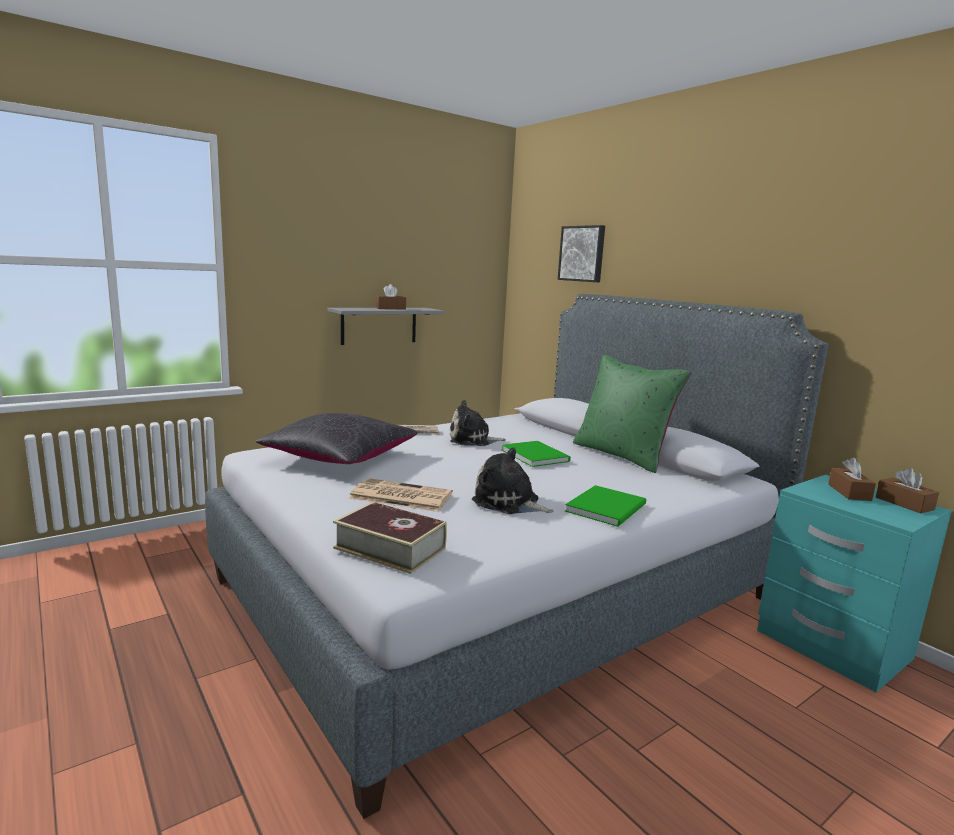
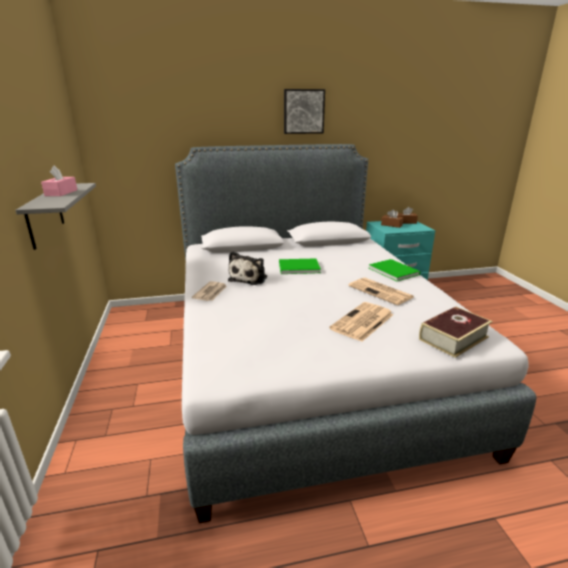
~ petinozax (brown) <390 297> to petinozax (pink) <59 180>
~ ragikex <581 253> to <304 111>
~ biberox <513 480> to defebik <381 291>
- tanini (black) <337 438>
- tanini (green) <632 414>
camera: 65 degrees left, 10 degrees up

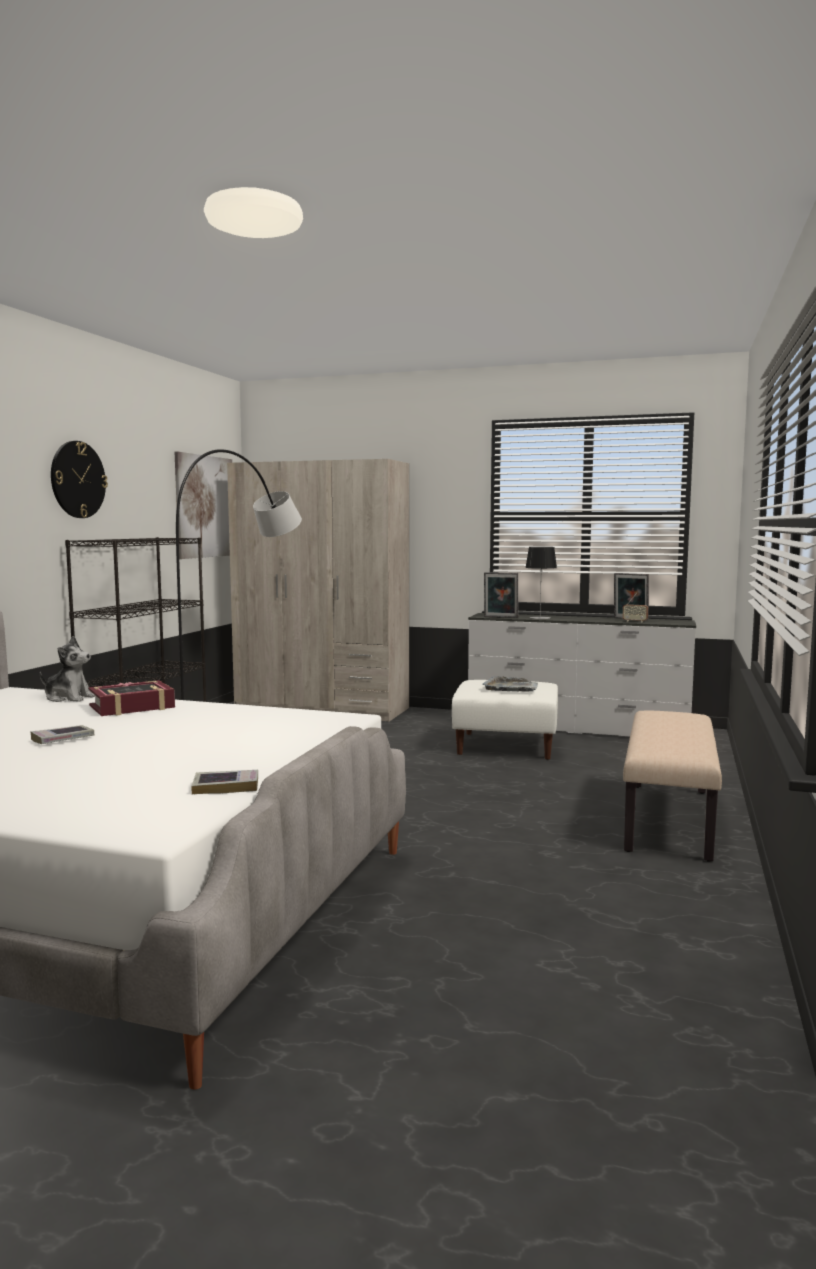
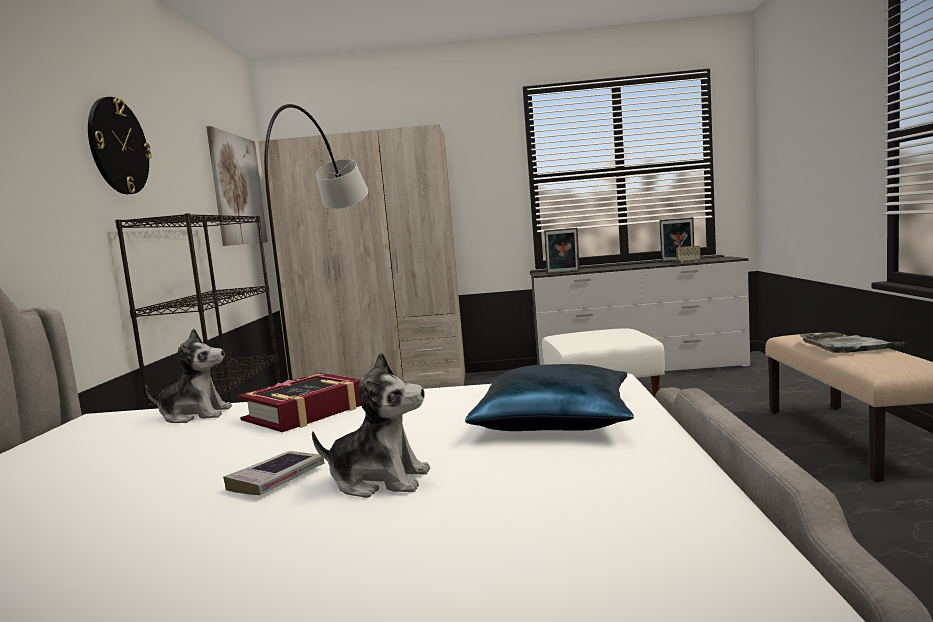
+ biberox <371 425>
+ tanini (blue) <549 397>
~ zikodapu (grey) <510 684> to <854 342>
- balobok <224 782>
- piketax <541 583>
camera: 15 degrees left, 0 degrees up

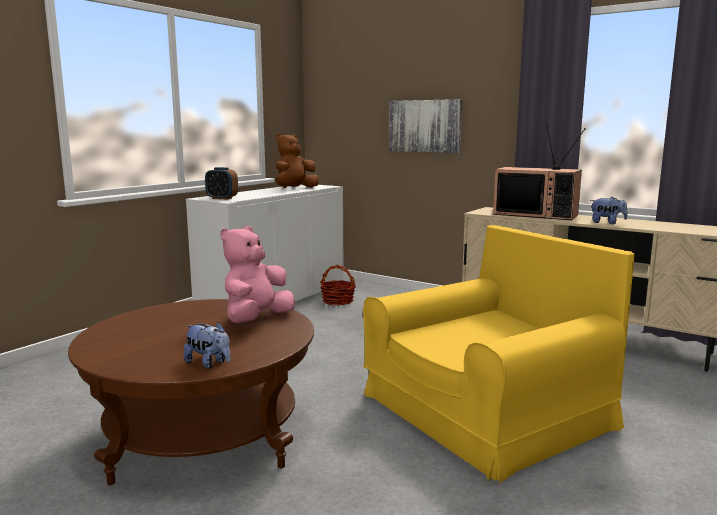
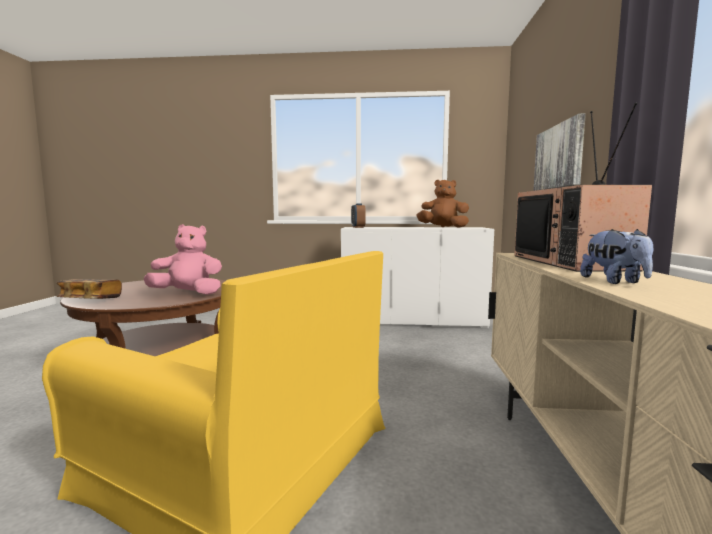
~ biberox <207 345> to balobok <89 289>
- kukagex <337 285>
camera: 60 degrees right, 5 degrees down

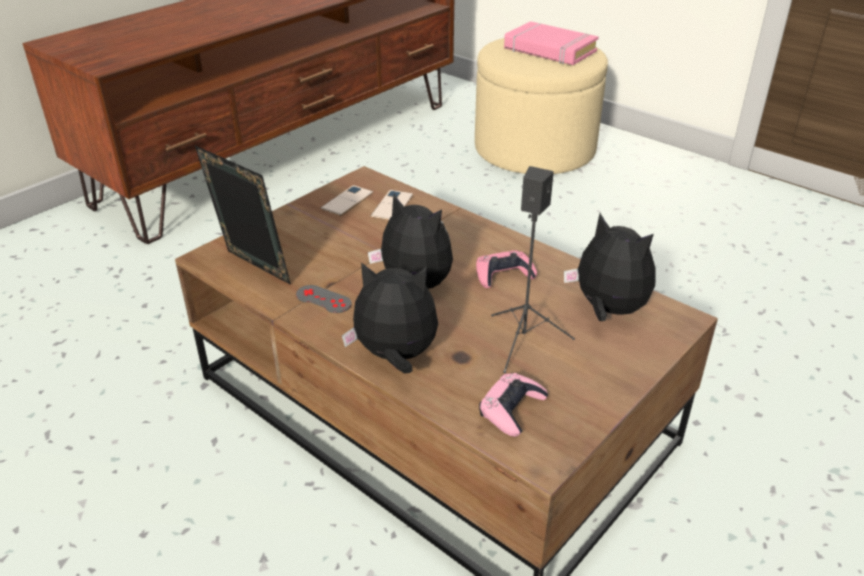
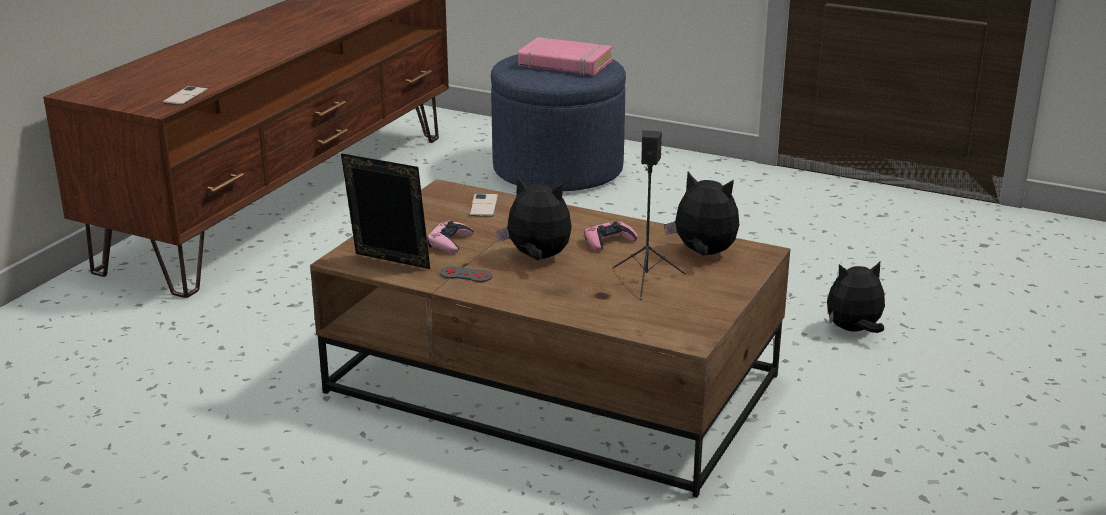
~ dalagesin <347 200> to <185 95>
~ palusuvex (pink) <513 405> to <450 237>
~ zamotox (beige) <541 106> to zamotox (blue) <558 122>
~ biberox <390 318> to <856 297>
camera: 15 degrees left, 10 degrees down

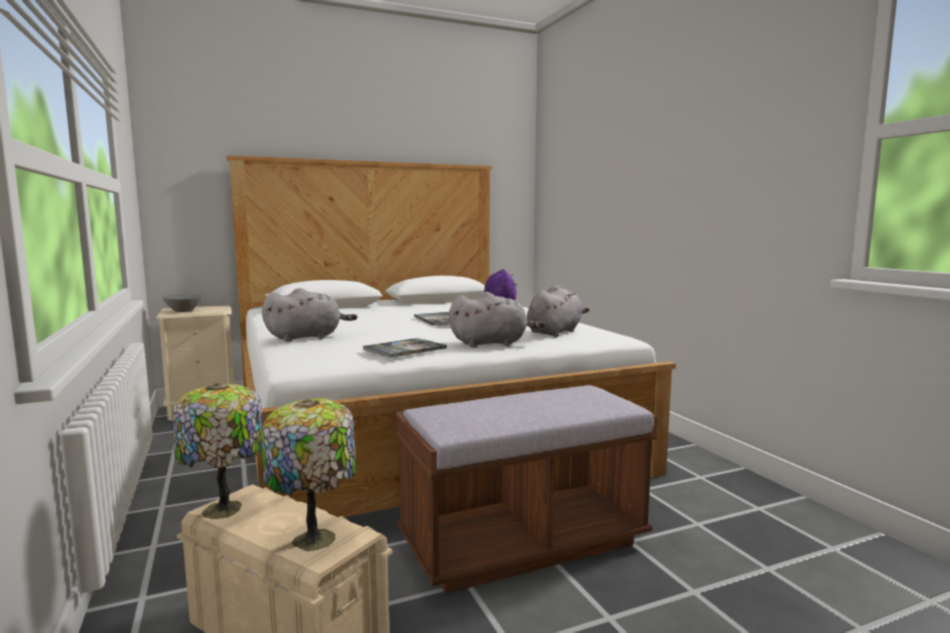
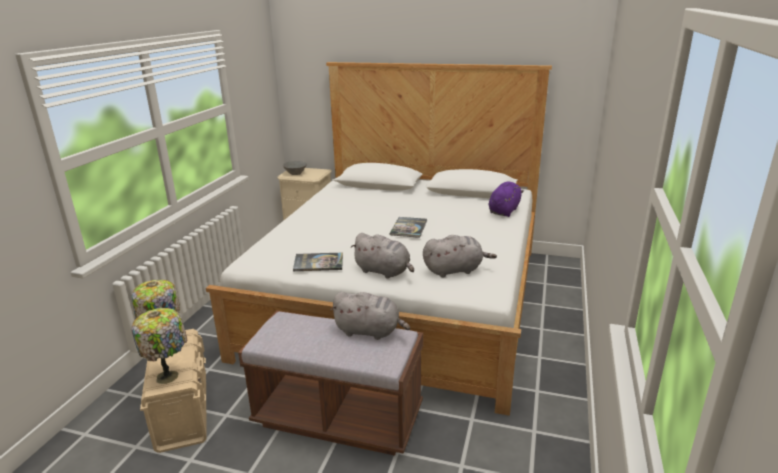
~ biberox (grey) <309 315> to <370 316>
camera: 40 degrees right, 15 degrees up

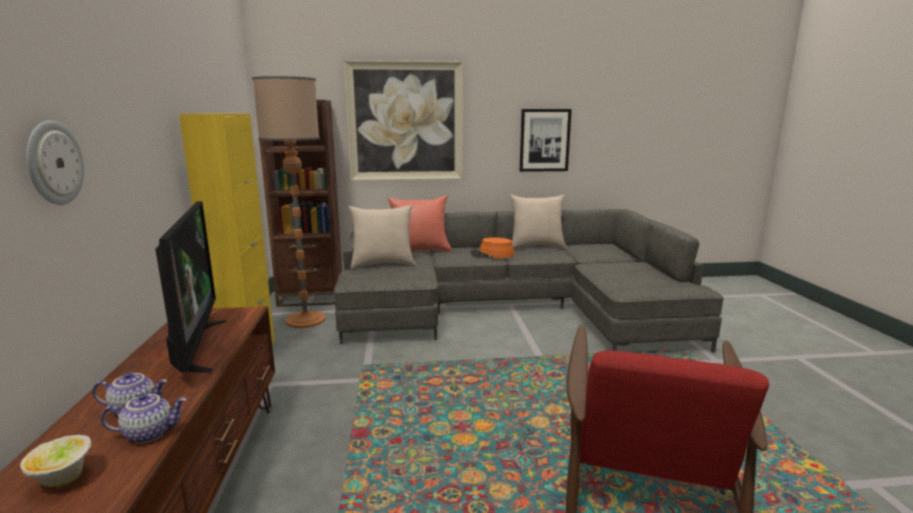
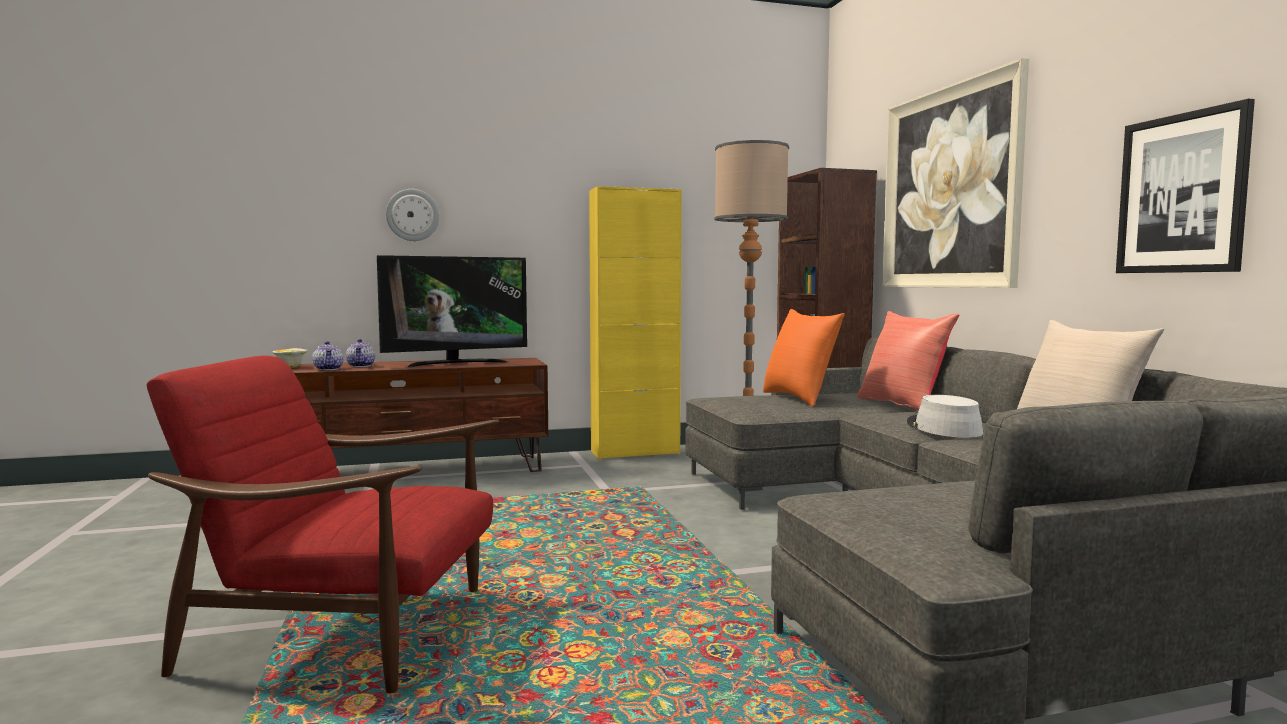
~ tanini (beige) <382 236> to tanini (orange) <804 358>
~ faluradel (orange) <492 247> to faluradel (grey) <945 416>
camera: 80 degrees right, 10 degrees down

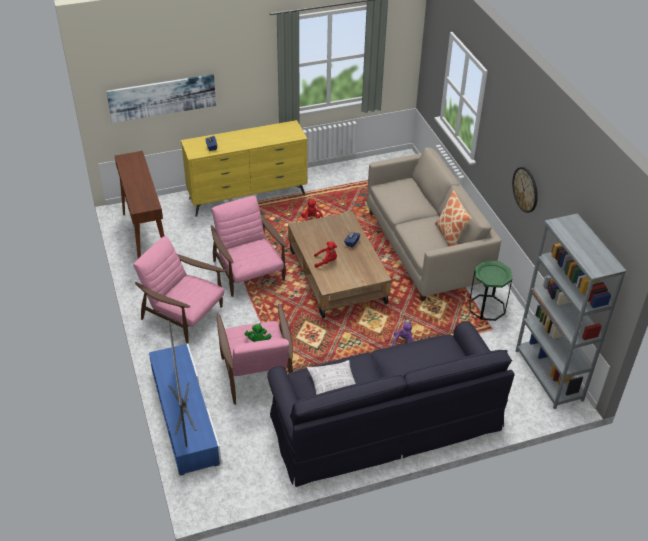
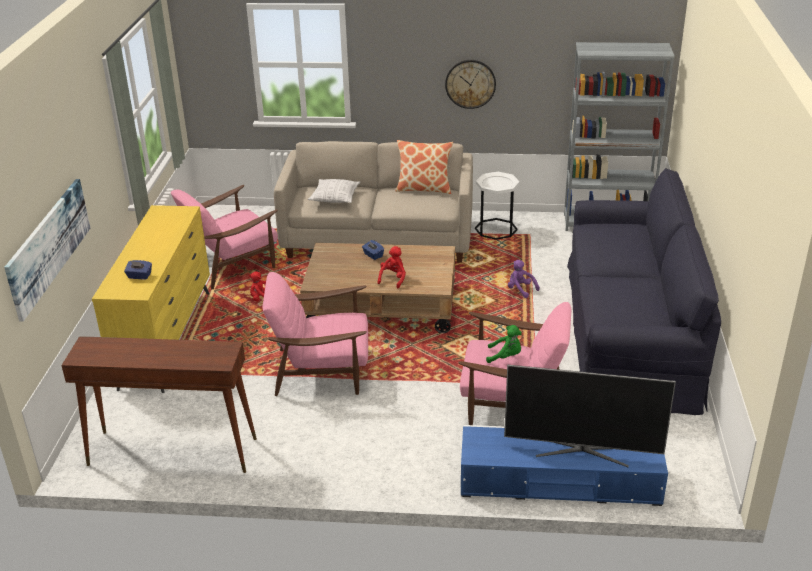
~ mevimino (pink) <179 289> to <224 237>
~ tanini <331 377> to <334 191>
~ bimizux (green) <490 291> to bimizux (white) <497 206>
camera: 65 degrees left, 10 degrees down

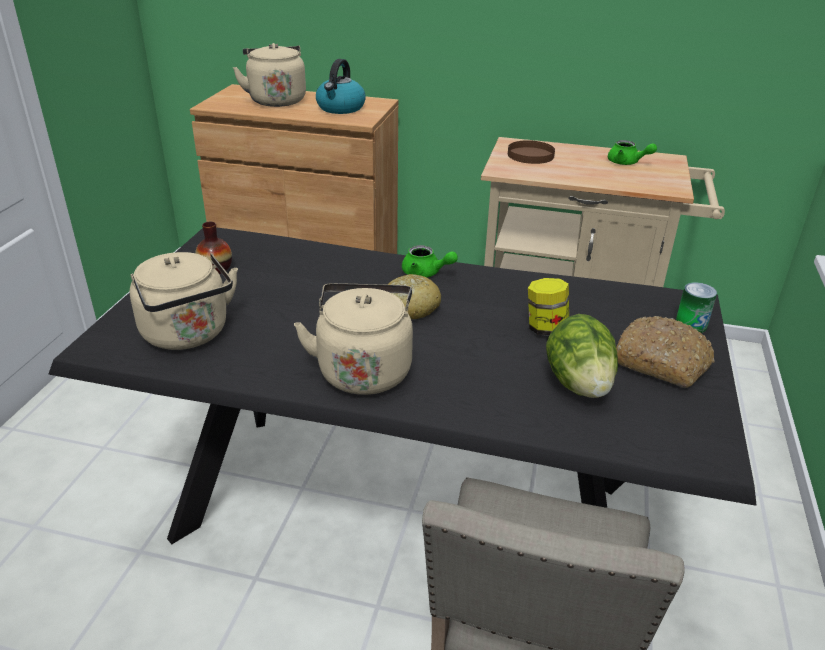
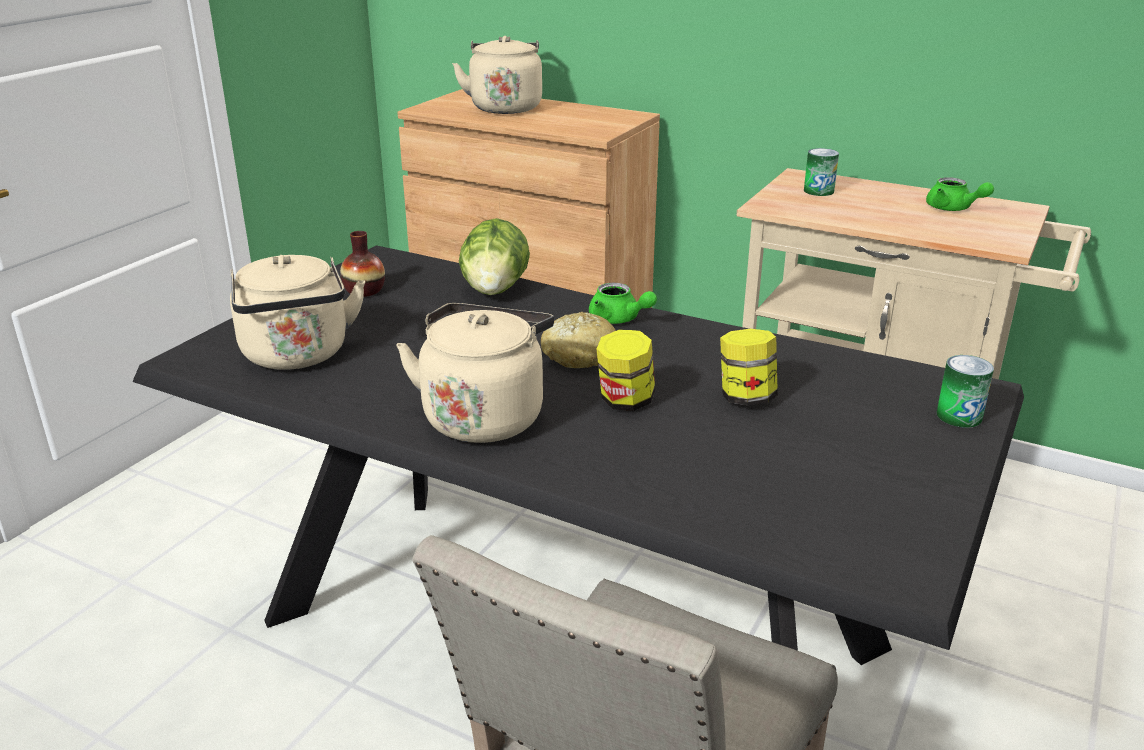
~ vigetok <582 356> to <494 256>
+ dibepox <625 370>
~ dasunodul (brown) <531 152> to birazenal <821 172>
- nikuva <341 86>
- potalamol <665 352>
camera: 15 degrees right, 5 degrees down

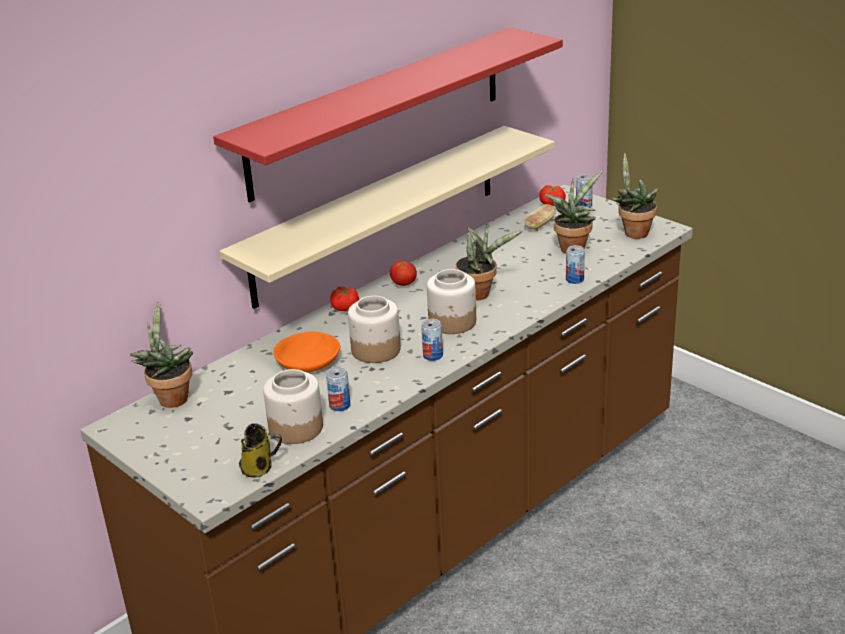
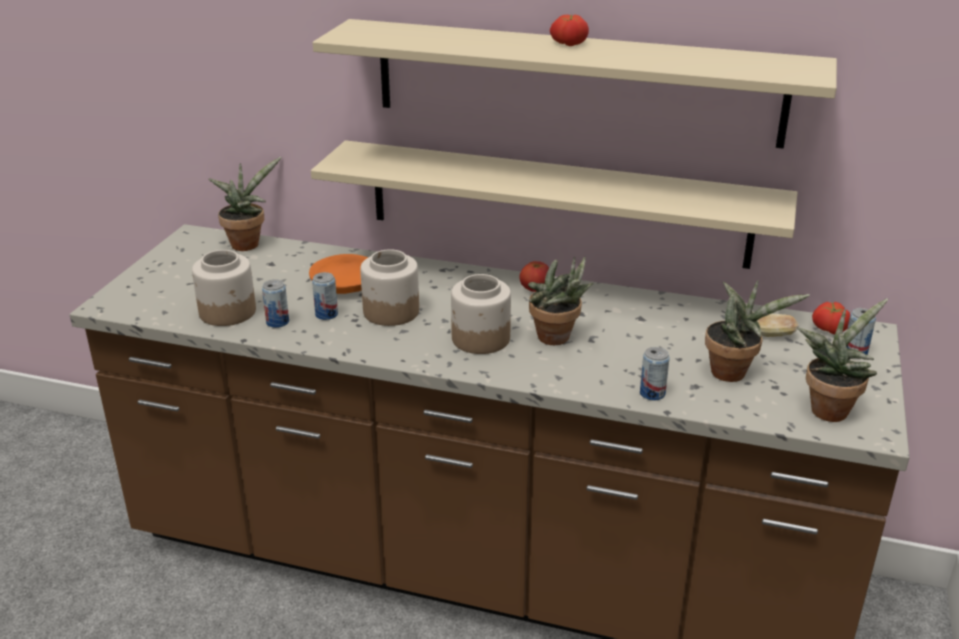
~ birazenal <432 340> to <325 296>
~ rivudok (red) <388 114> to rivudok (beige) <575 84>
~ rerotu <345 298> to <569 30>
- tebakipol <260 450>
camera: 60 degrees right, 0 degrees up

